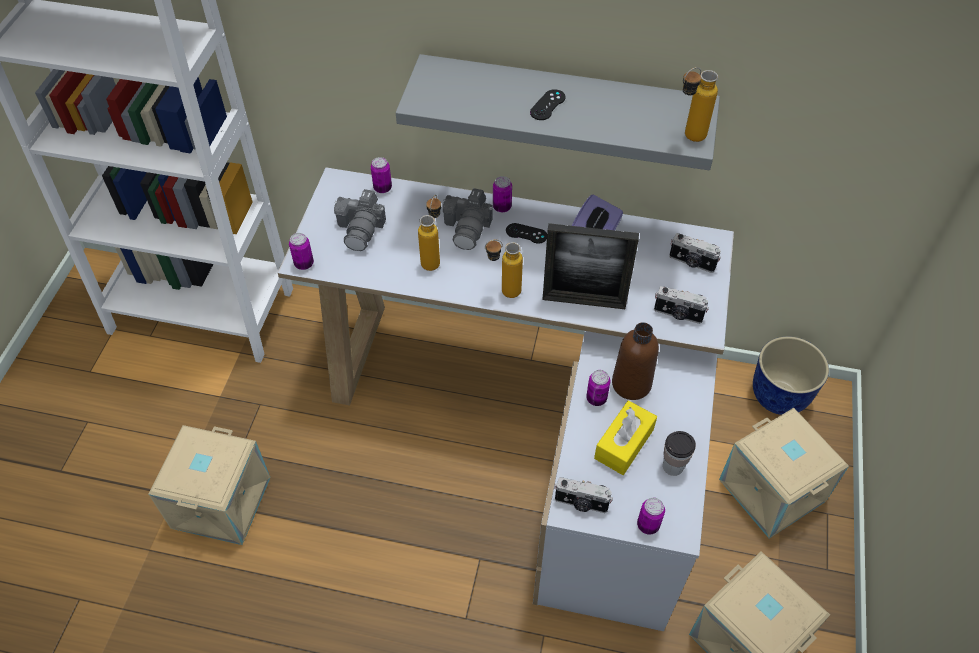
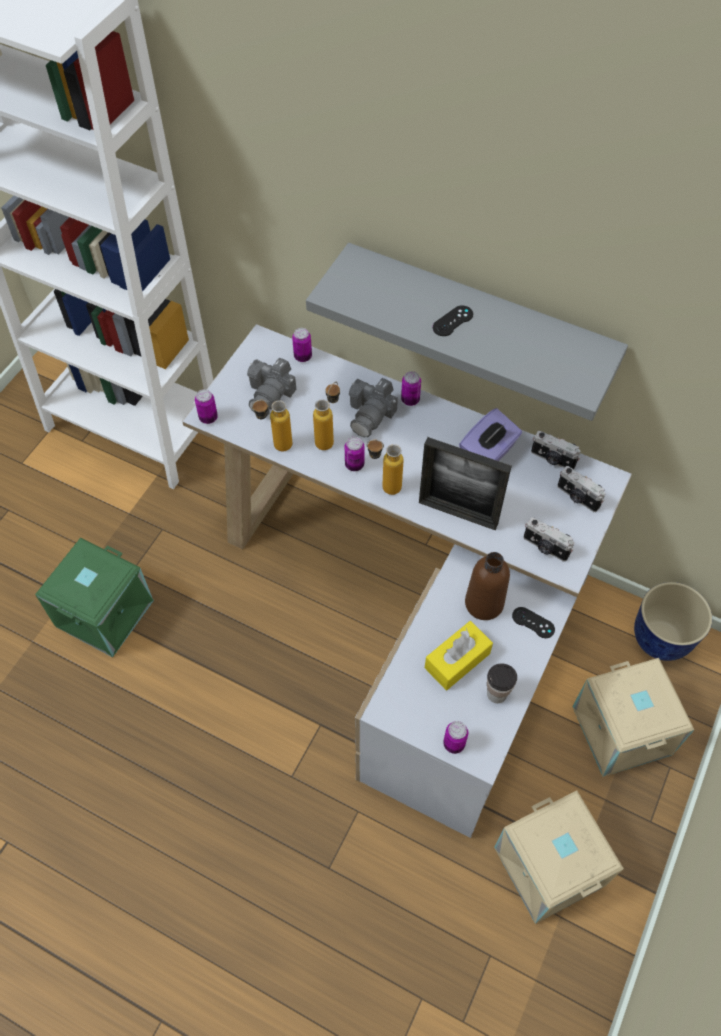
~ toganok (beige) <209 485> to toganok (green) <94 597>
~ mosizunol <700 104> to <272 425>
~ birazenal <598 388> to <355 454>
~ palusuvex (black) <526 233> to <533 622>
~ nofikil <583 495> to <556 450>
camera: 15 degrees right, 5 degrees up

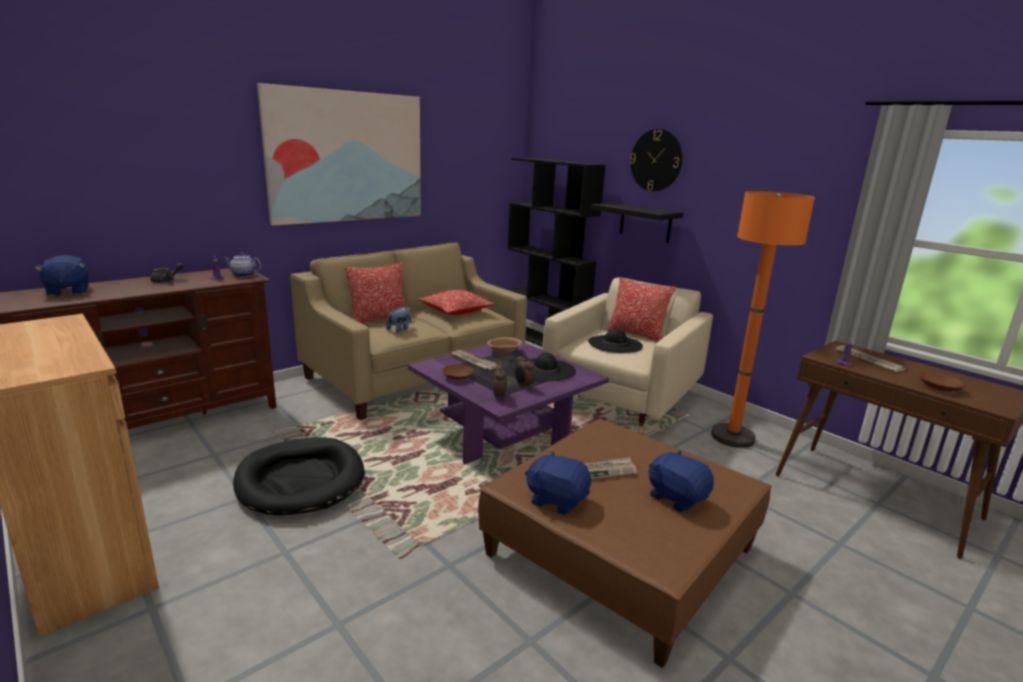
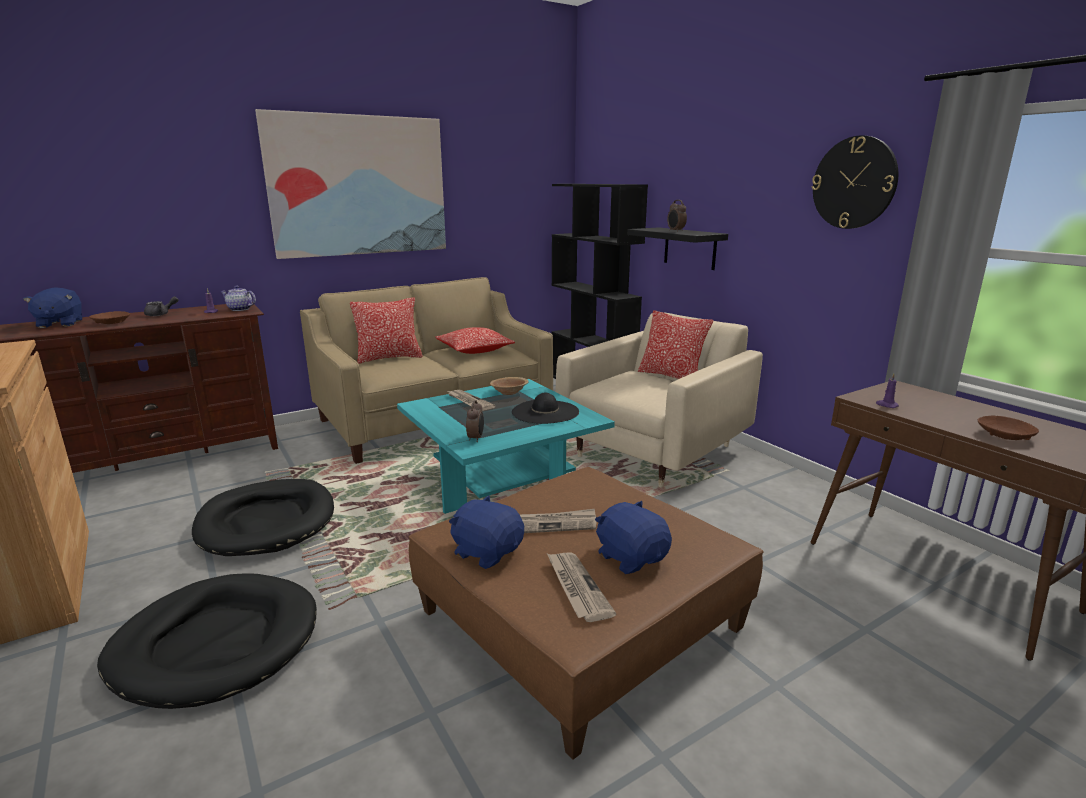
~ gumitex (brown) <458 372> to <109 317>
+ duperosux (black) <207 641>
~ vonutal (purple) <508 403> to vonutal (turquoise) <506 446>
~ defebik <870 359> to <581 587>
~ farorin <524 371> to <677 216>
~ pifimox <656 160> to <855 182>
- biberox <398 319>
- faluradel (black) <615 341>
- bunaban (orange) <763 319>
camera: 10 degrees right, 0 degrees up

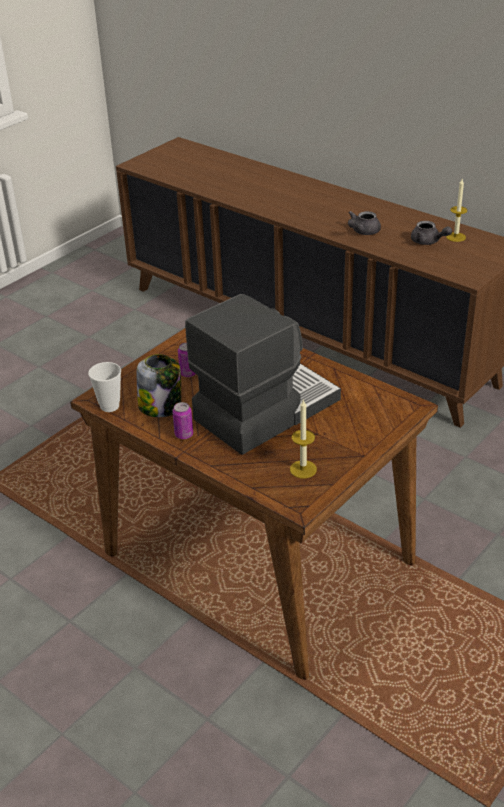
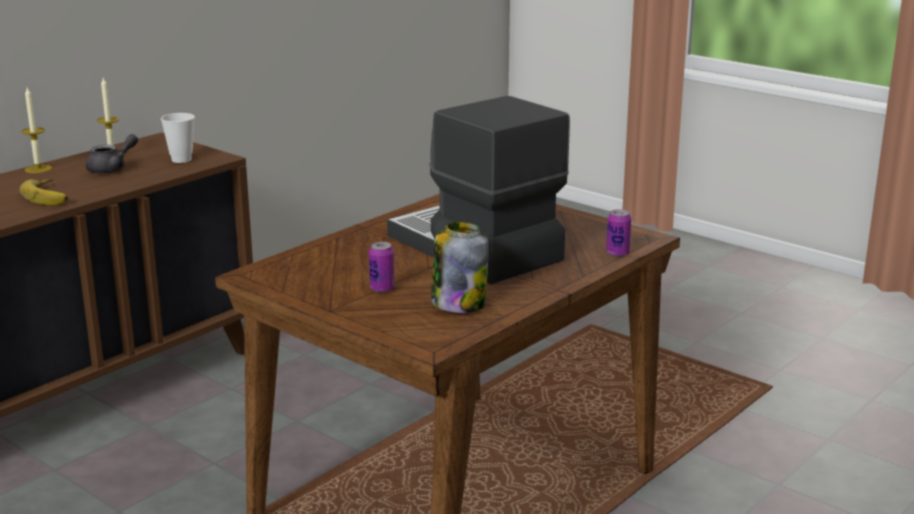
~ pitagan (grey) <364 223> to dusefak <43 191>
~ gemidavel <303 438> to <36 130>
~ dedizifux <104 387> to <178 138>
~ birazenal <182 420> to <618 233>
camera: 90 degrees left, 15 degrees down

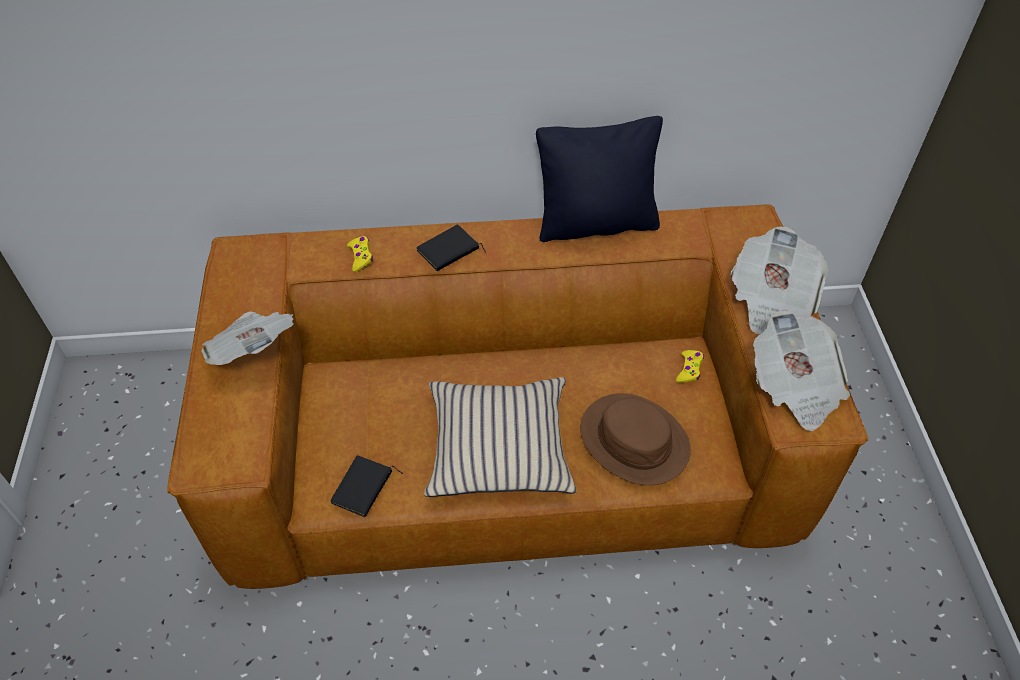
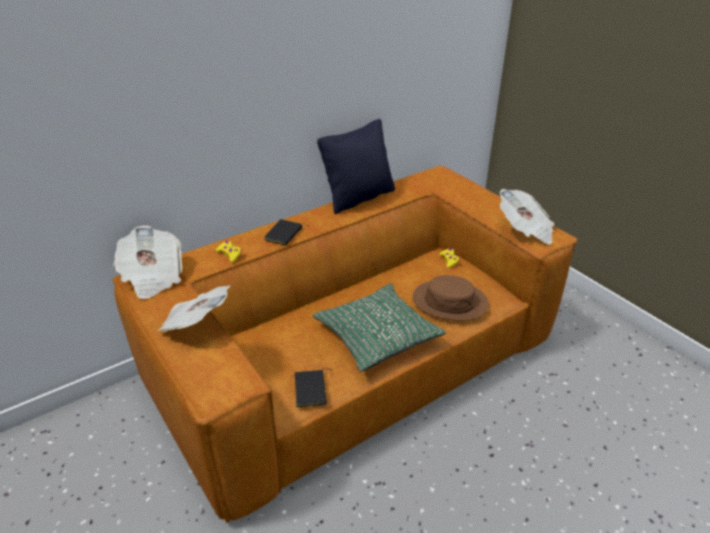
~ defebik <780 280> to <147 262>
~ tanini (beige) <500 437> to tanini (green) <379 327>
camera: 30 degrees left, 15 degrees down

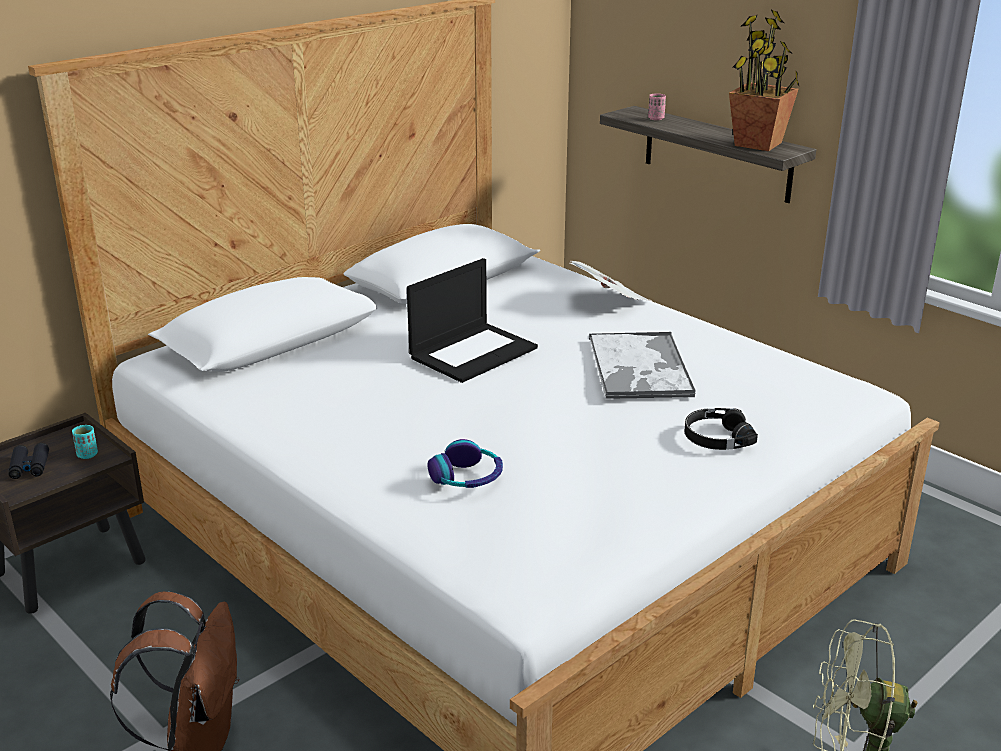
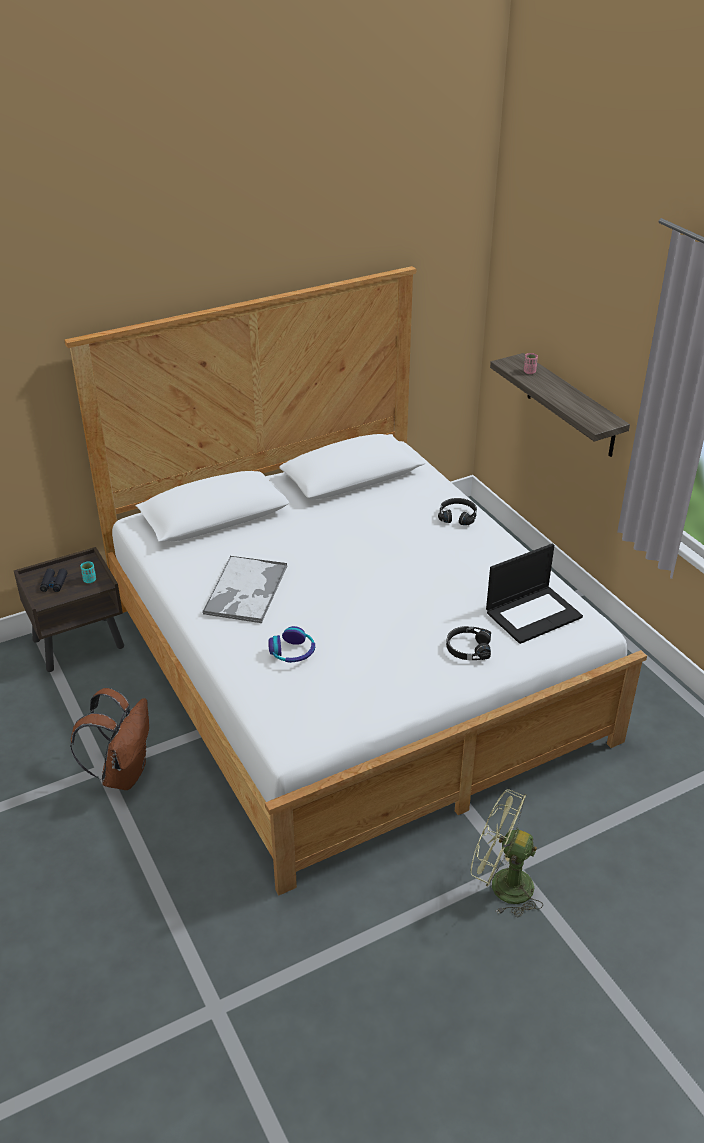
~ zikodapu <642 365> to <245 589>
~ defebik <611 281> to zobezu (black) <457 511>
~ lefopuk <472 320> to <534 594>
- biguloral <764 80>
camera: 15 degrees right, 10 degrees up

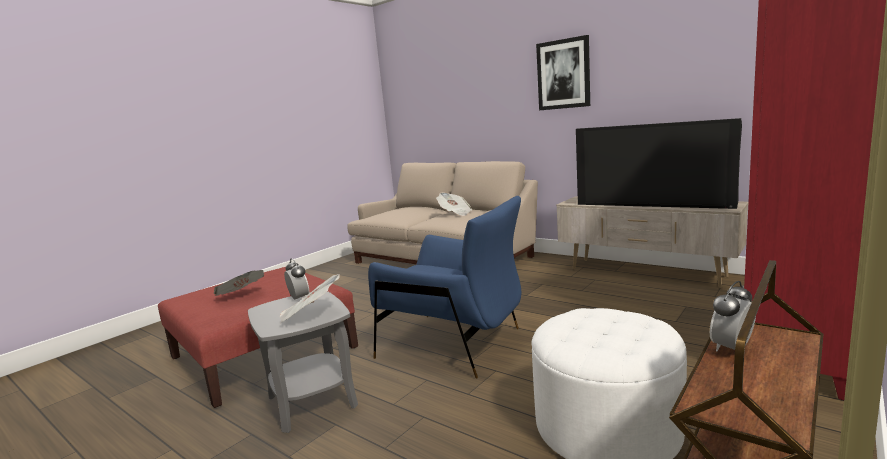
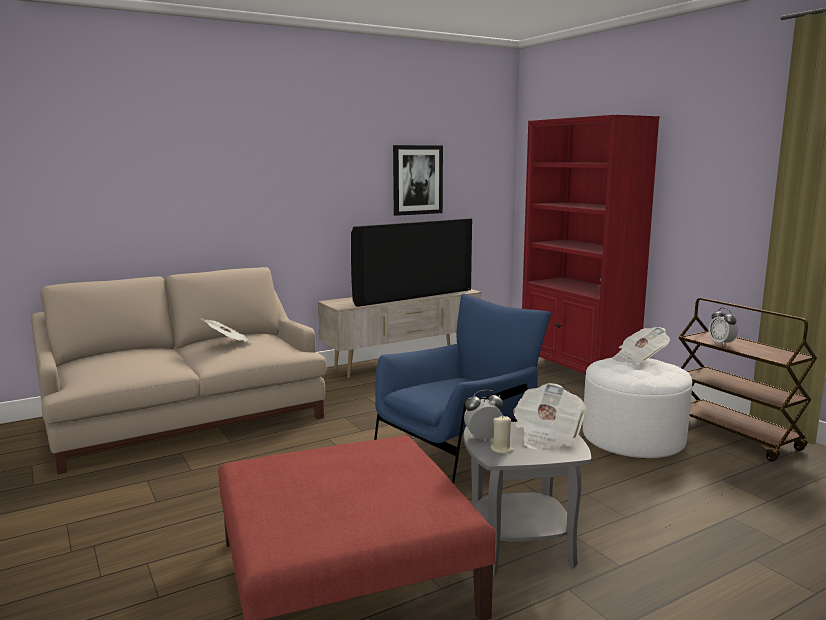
~ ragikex <563 72> to <418 180>
+ gemidavel (beige) <502 434>
~ defebik <239 283> to <641 345>
camera: 70 degrees left, 0 degrees up

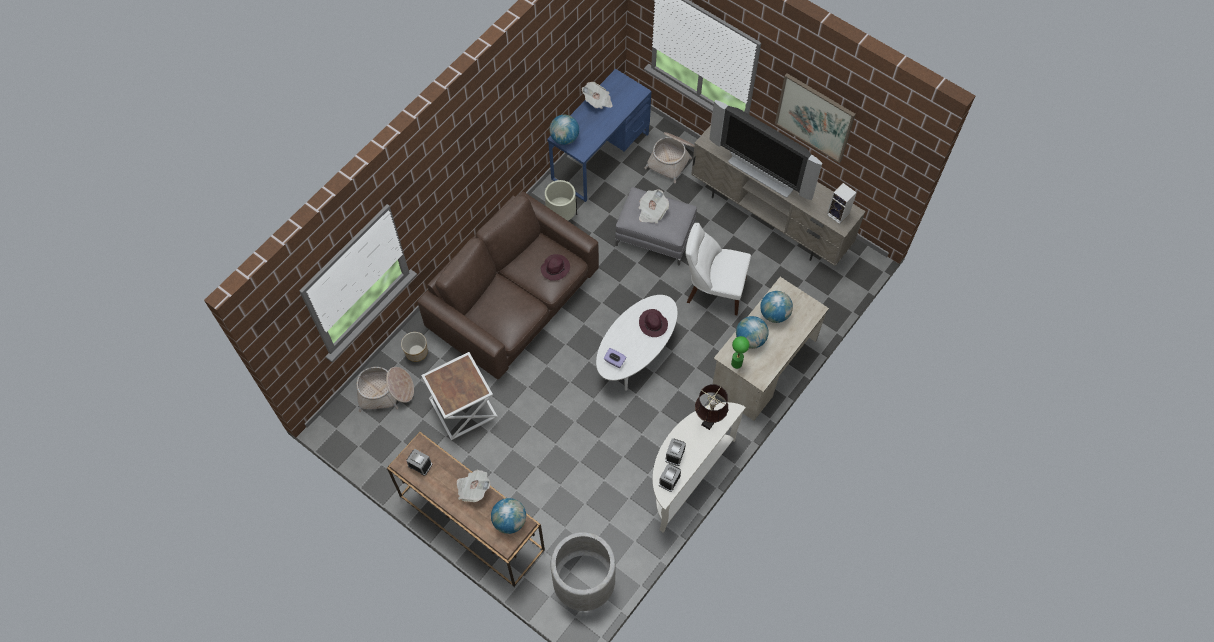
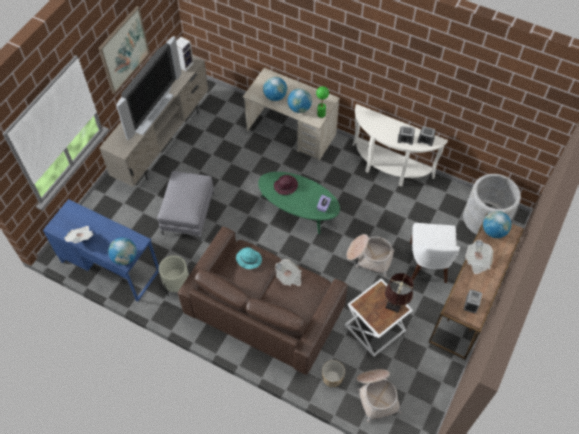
~ faluradel (purple) <555 267> to faluradel (turquoise) <249 258>
~ vonutal (white) <636 343> to vonutal (green) <299 203>
~ defebik <654 206> to <288 272>
~ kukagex <670 157> to <371 255>
~ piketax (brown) <711 407> to <399 293>
~ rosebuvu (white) <718 269> to <435 253>
camera: 100 degrees left, 5 degrees down

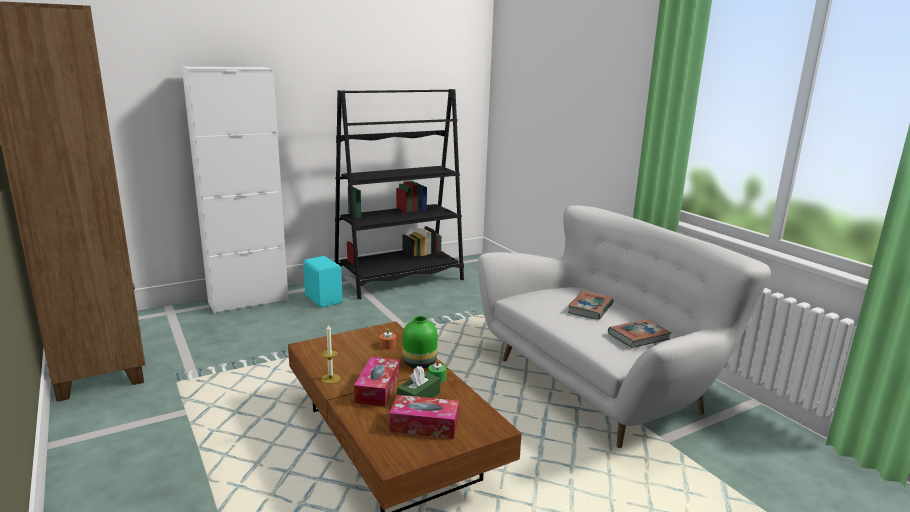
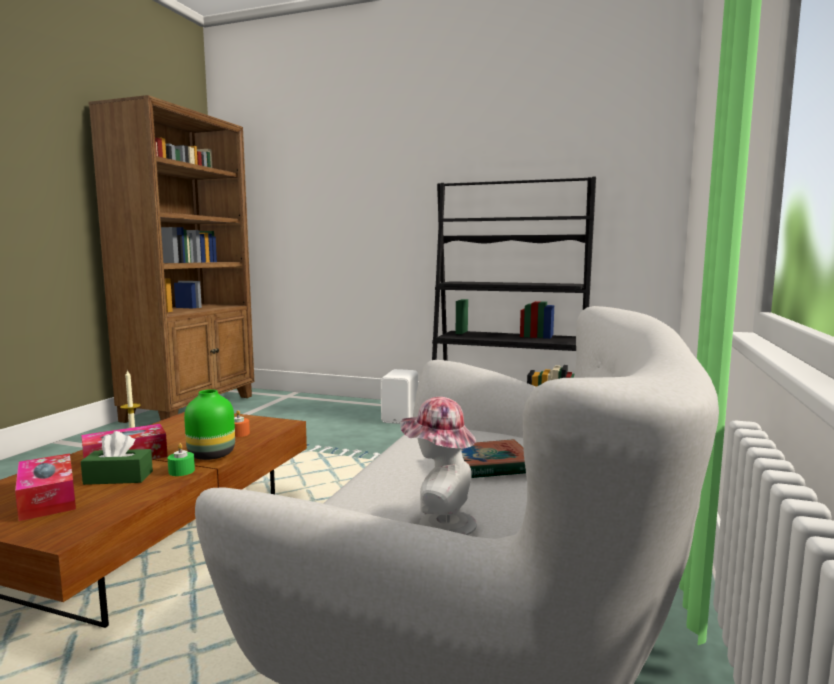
~ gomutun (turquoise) <322 282> to gomutun (white) <399 396>
~ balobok <639 333> to faluradel <438 466>
- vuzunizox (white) <235 190>
camera: 50 degrees right, 10 degrees down

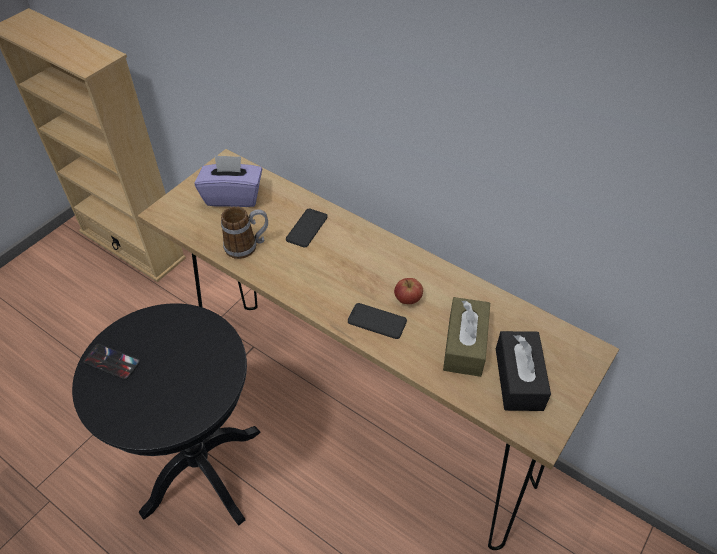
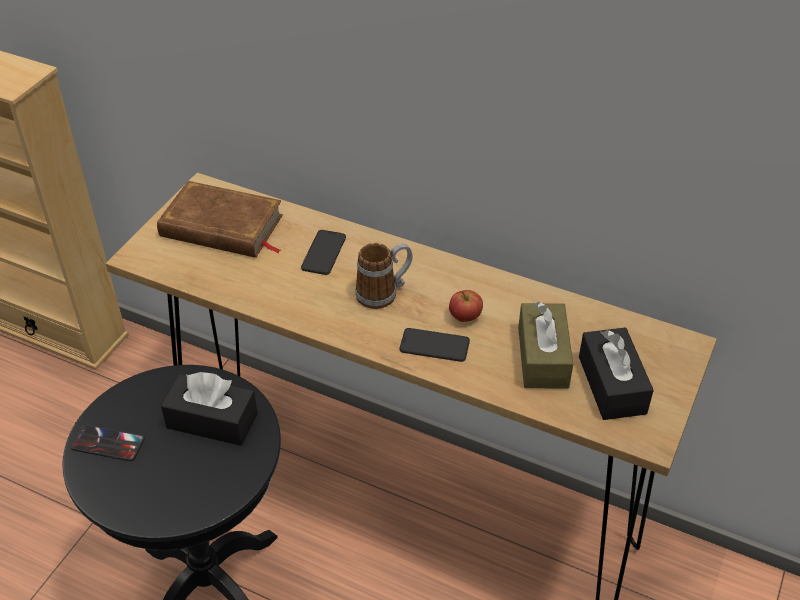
~ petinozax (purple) <228 181> to balobok (brown) <220 219>
+ petinozax (black) <209 409>
~ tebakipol <244 232> to <384 276>
camera: 10 degrees left, 5 degrees down

